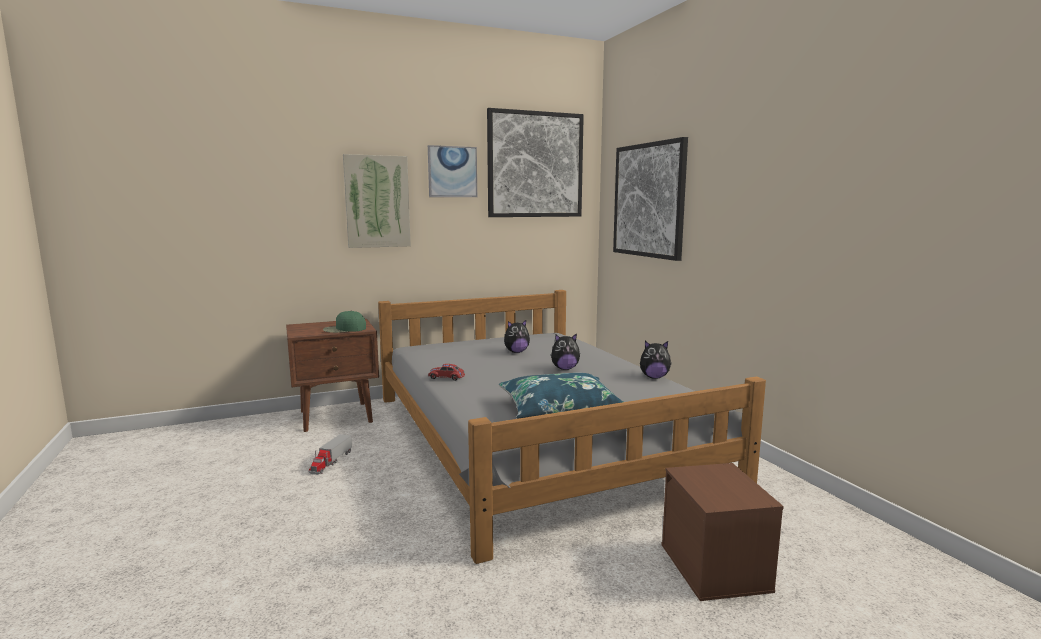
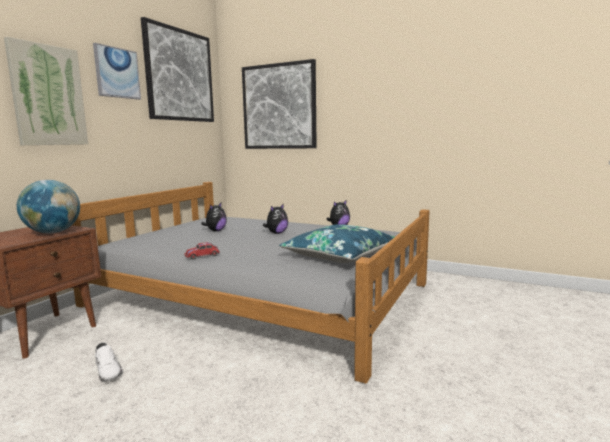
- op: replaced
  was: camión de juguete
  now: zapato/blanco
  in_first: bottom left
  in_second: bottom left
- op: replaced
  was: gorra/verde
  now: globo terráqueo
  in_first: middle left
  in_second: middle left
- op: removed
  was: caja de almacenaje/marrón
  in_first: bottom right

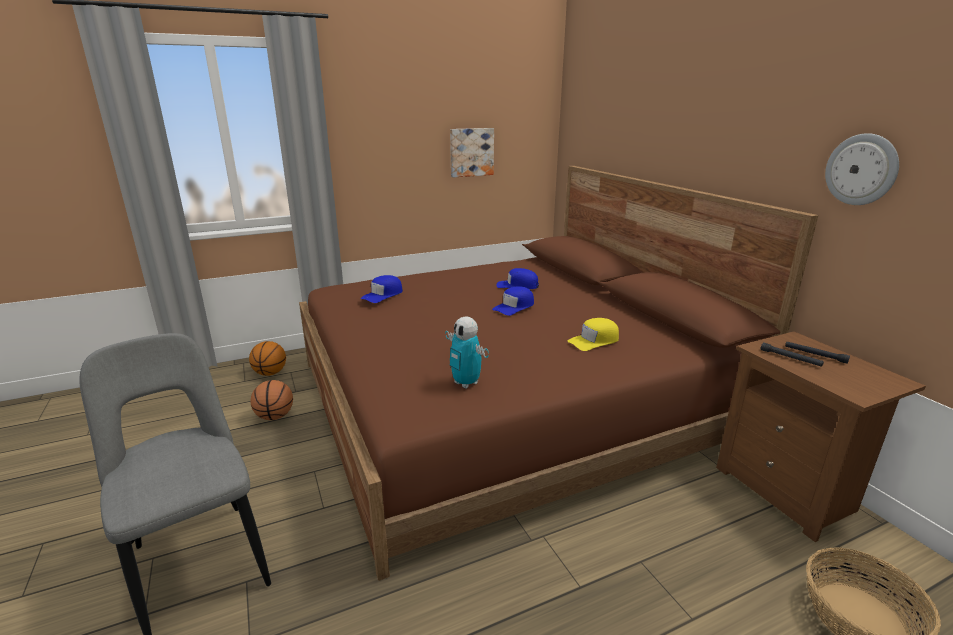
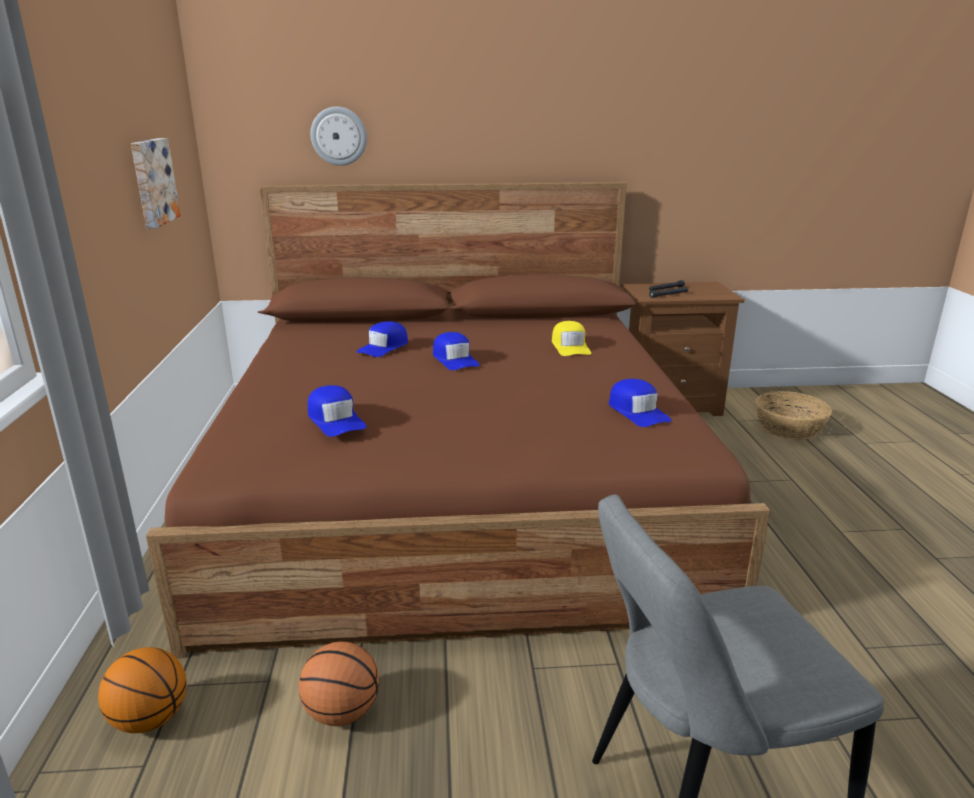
- op: replaced
  was: robot de juguete
  now: gorra/azul (4th from left)
  in_first: centre
  in_second: centre
- op: moved
  was: reloj de pared
  in_first: top right
  in_second: top centre

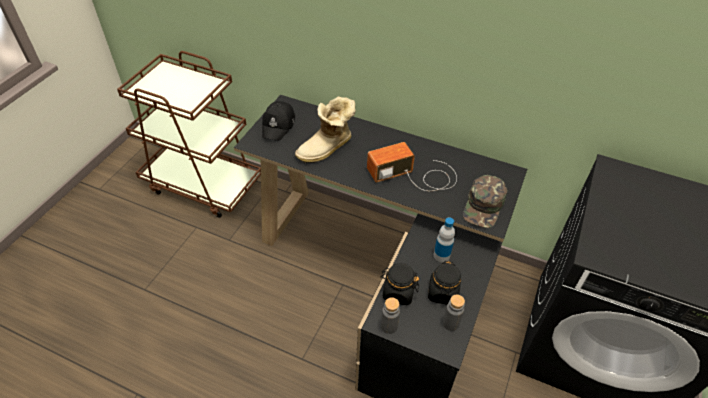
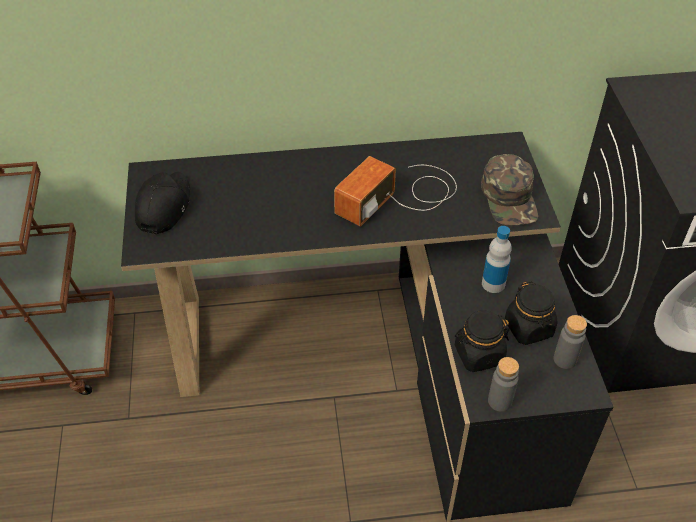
- op: turned
  was: gorra/negro
  in_first: top centre
  in_second: middle left
  clockwise: -150
- op: removed
  was: bota
  in_first: top centre

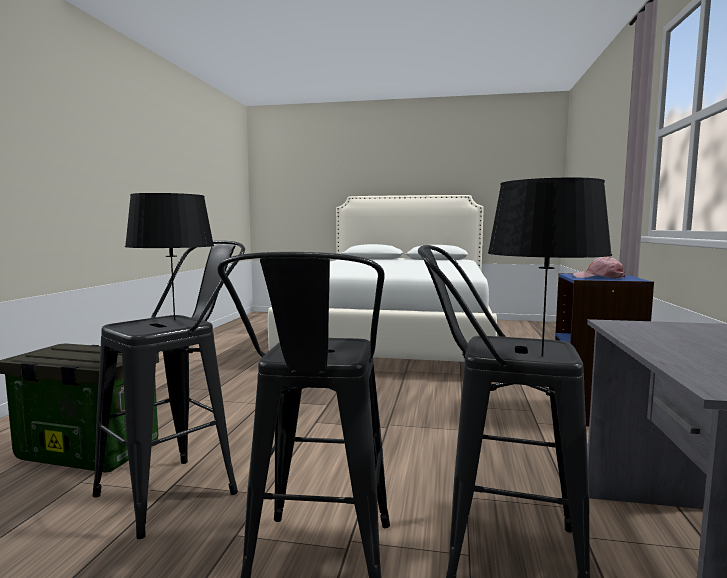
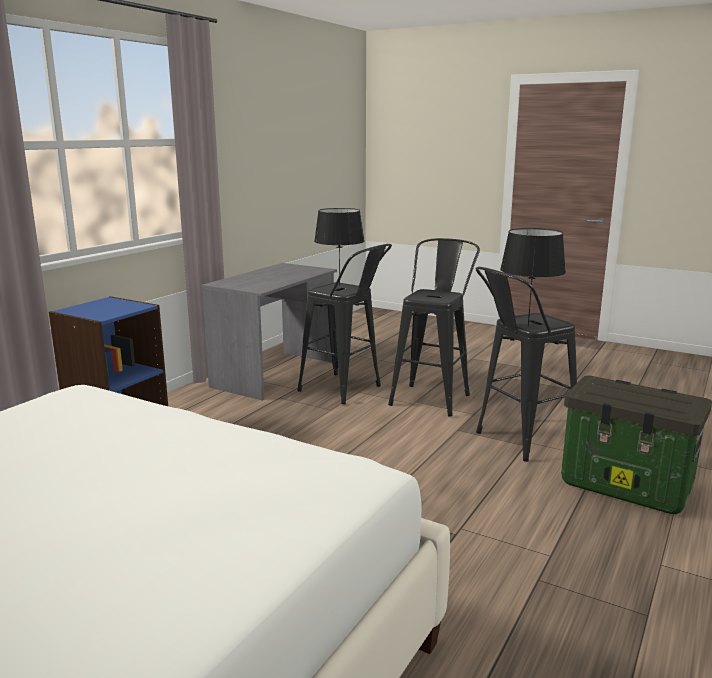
- op: removed
  was: gorra/rosa
  in_first: middle right

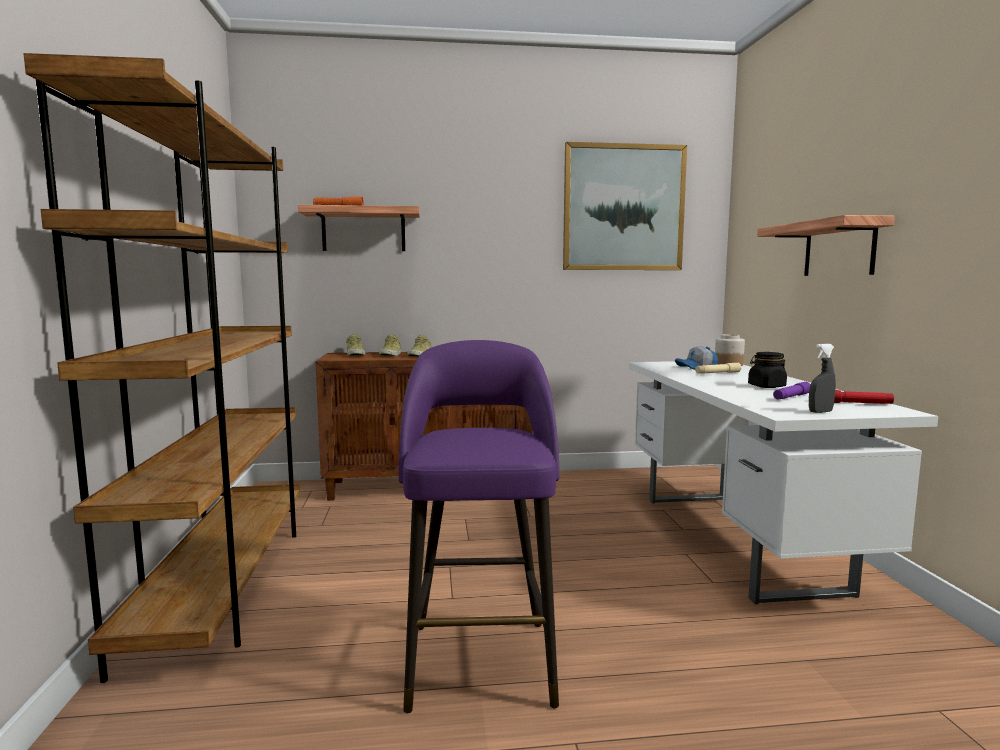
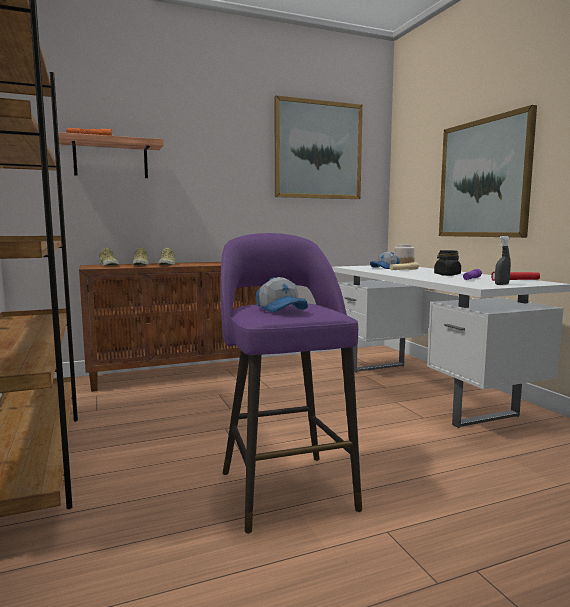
- op: replaced
  was: estante (2nd from left)
  now: cuadro (2nd from left)
  in_first: top right
  in_second: top right
- op: added
  now: gorra (1st from left)
  in_second: centre

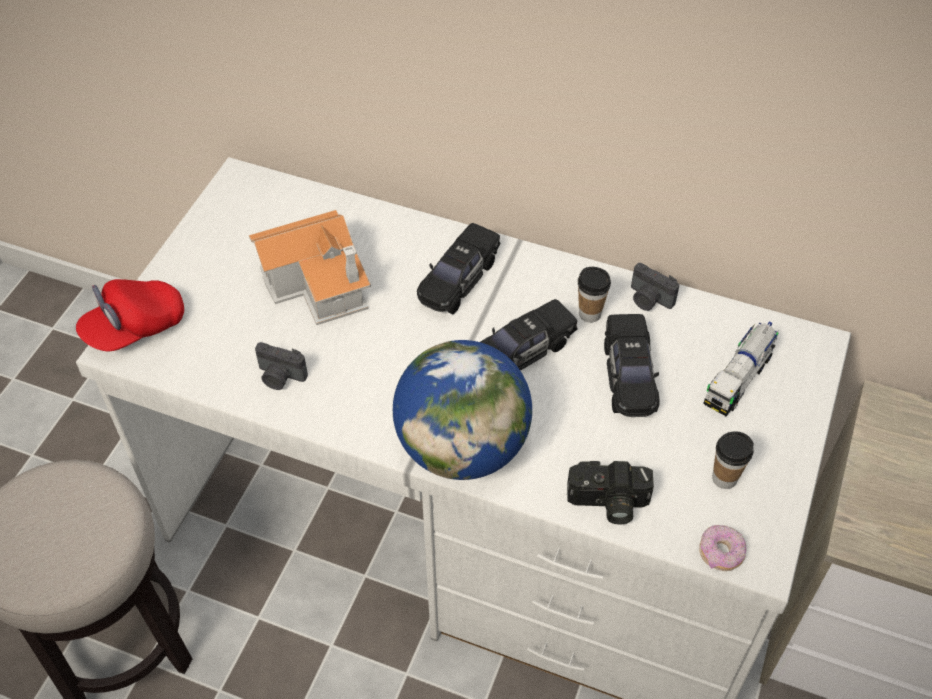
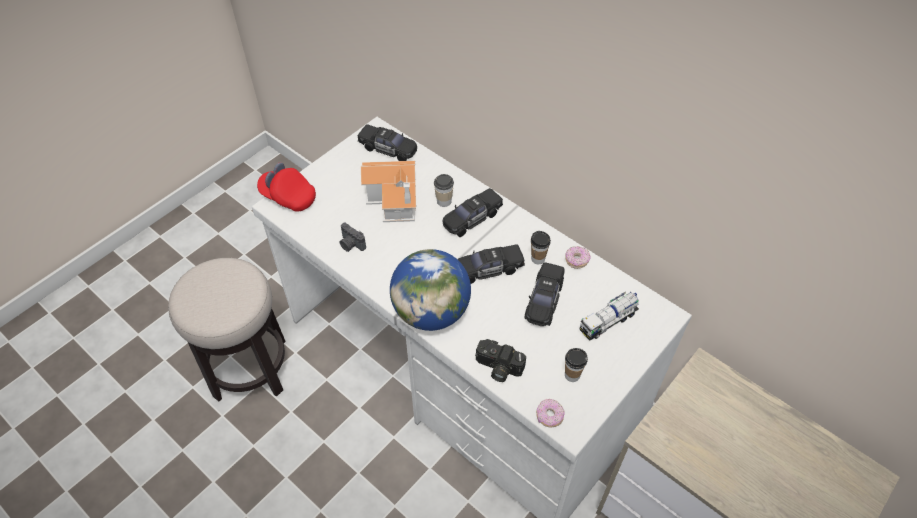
- op: turned
  was: gorra/rojo
  in_first: middle left
  in_second: middle left
  clockwise: 45
- op: replaced
  was: cámara (3rd from left)
  now: rosquilla (2nd from left)
  in_first: middle right
  in_second: centre
- op: added
  now: coche de juguete/negro (1st from left)
  in_second: top centre
- op: added
  now: taza (1st from left)
  in_second: centre

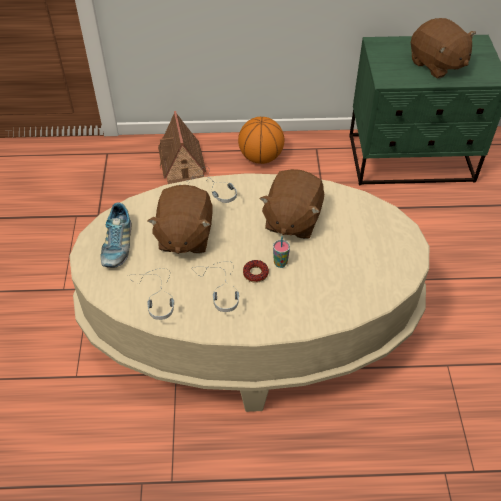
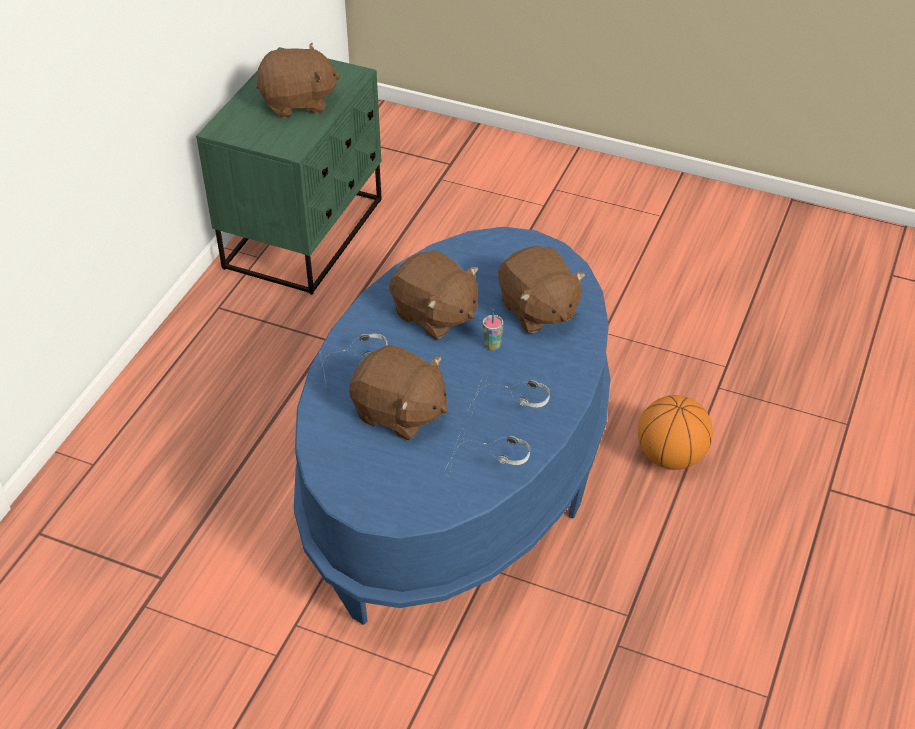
- op: recoloured
  was: mesa de centro/beis
  now: mesa de centro/azul
  in_first: centre
  in_second: centre
- op: removed
  was: zapato
  in_first: middle left
- op: removed
  was: casita
  in_first: top centre
- op: moved
  was: balón de baloncesto
  in_first: top centre
  in_second: middle right
- op: removed
  was: rosquilla
  in_first: centre
- op: added
  now: peluche/marrón (4th from left)
  in_second: centre

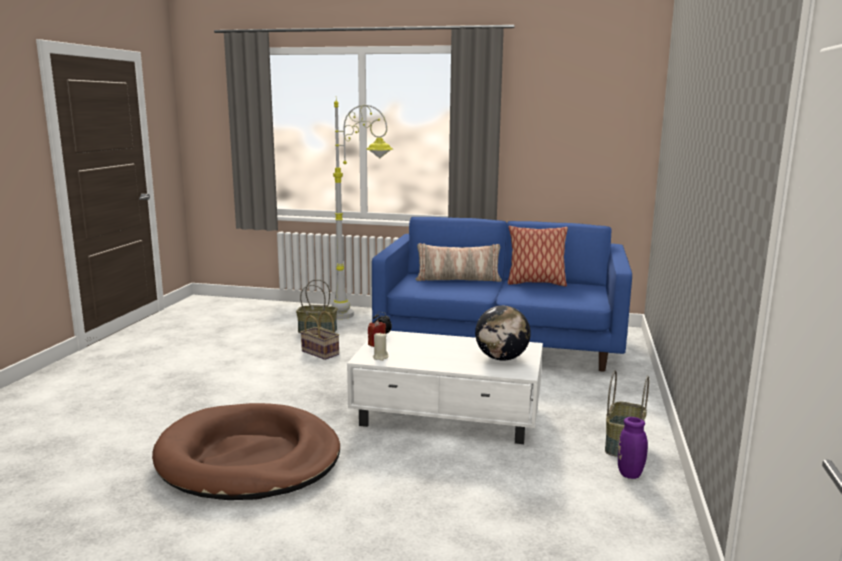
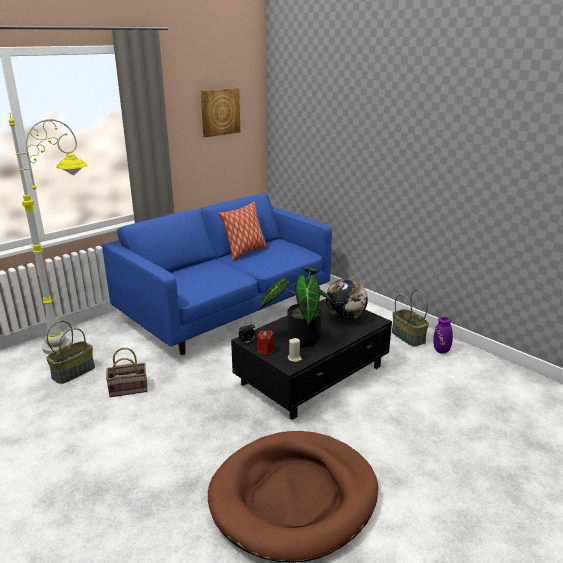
- op: recoloured
  was: mesa de centro/blanco
  now: mesa de centro/negro
  in_first: bottom centre
  in_second: centre
- op: removed
  was: cojín (1st from left)
  in_first: centre
- op: added
  now: cuadro
  in_second: top centre
- op: added
  now: planta en maceta
  in_second: centre

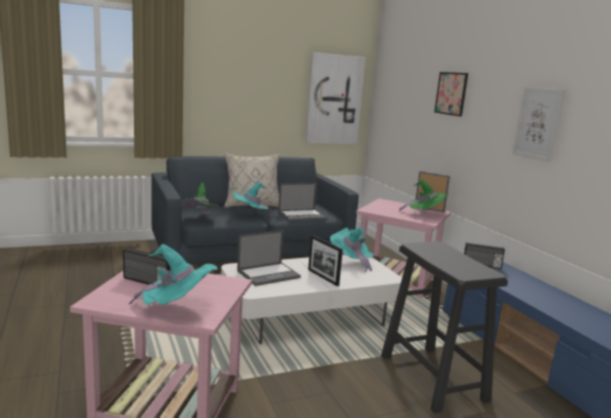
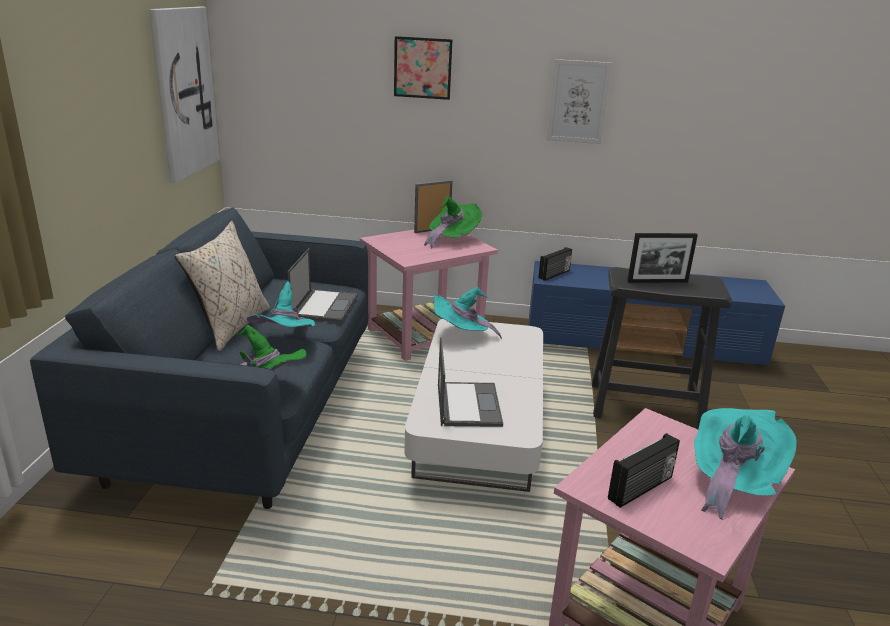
- op: moved
  was: portarretratos (1st from left in the first image)
  now: portarretratos (2nd from left)
  in_first: centre
  in_second: middle right

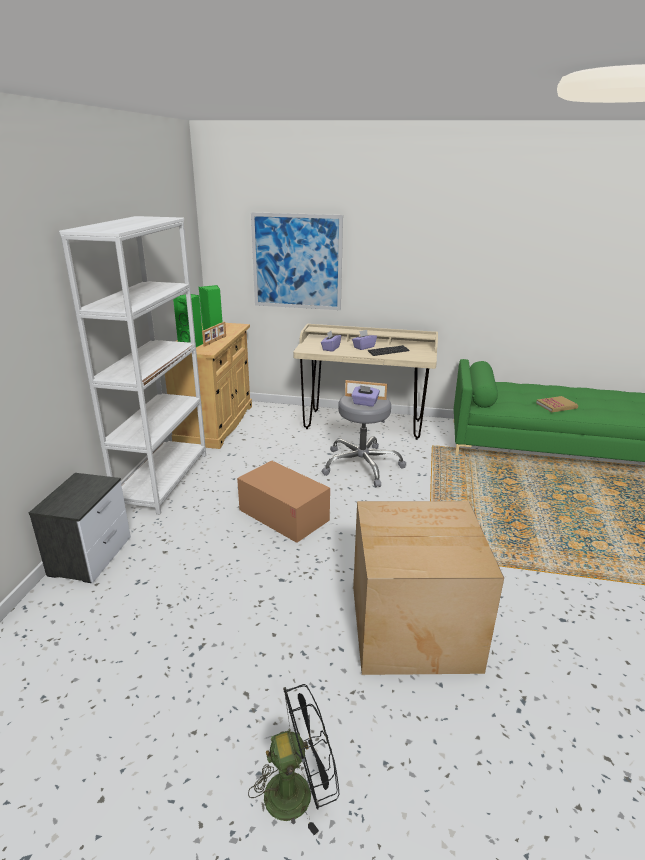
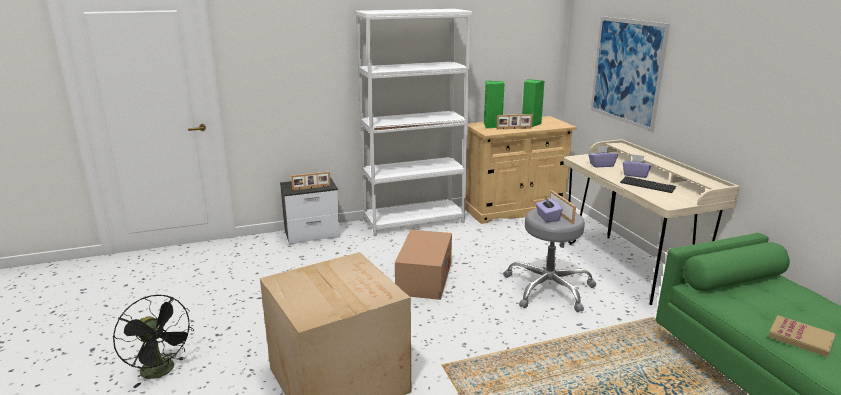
- op: added
  now: portarretratos (1st from left)
  in_second: centre

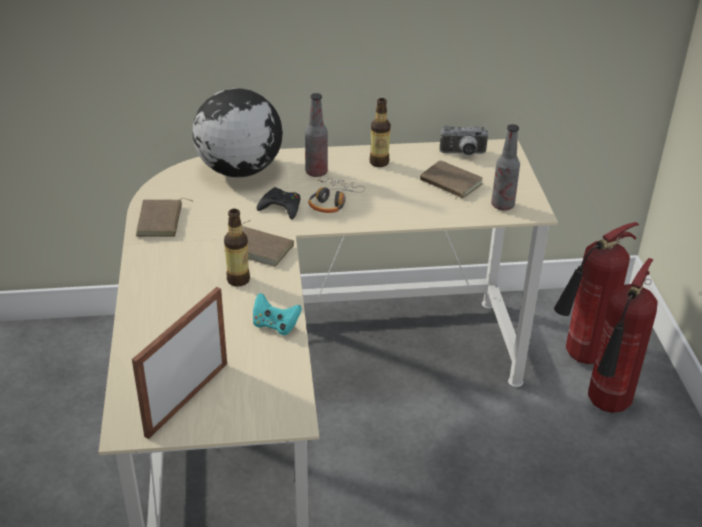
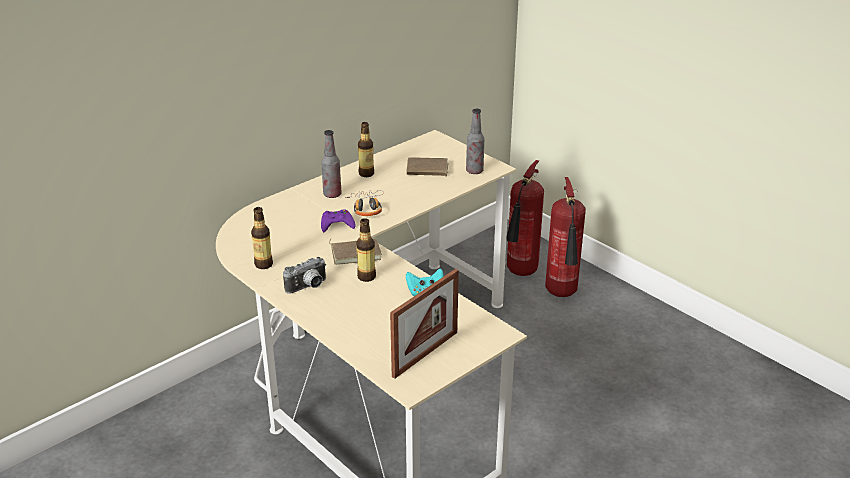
- op: turned
  was: portarretratos
  in_first: bottom left
  in_second: bottom centre
  clockwise: -135
- op: replaced
  was: libro/marrón (1st from left)
  now: botella (1st from left)
  in_first: middle left
  in_second: middle left
- op: removed
  was: globo terráqueo
  in_first: top centre
- op: recoloured
  was: mando de consola/negro
  now: mando de consola/morado
  in_first: centre
  in_second: centre
- op: moved
  was: cámara
  in_first: top centre
  in_second: centre

